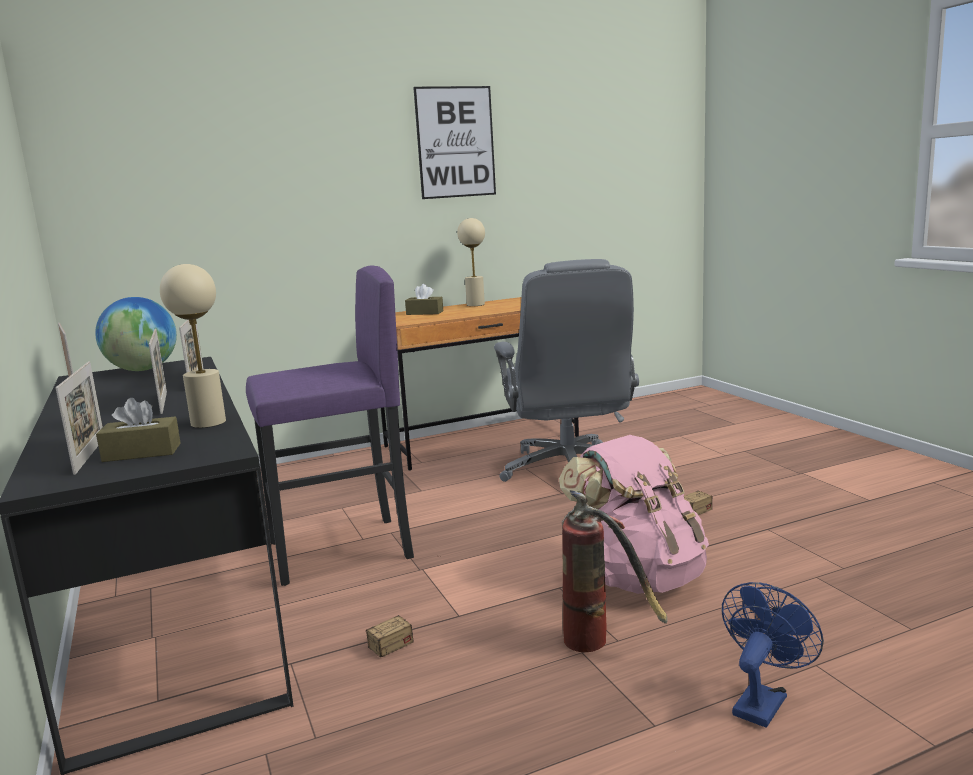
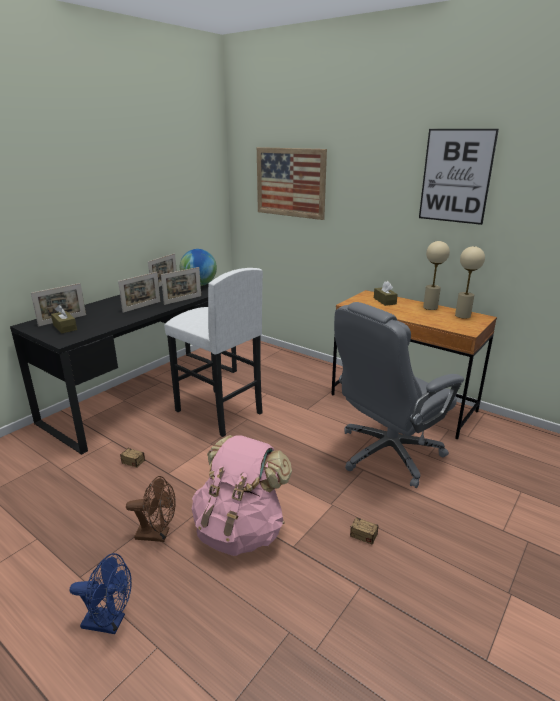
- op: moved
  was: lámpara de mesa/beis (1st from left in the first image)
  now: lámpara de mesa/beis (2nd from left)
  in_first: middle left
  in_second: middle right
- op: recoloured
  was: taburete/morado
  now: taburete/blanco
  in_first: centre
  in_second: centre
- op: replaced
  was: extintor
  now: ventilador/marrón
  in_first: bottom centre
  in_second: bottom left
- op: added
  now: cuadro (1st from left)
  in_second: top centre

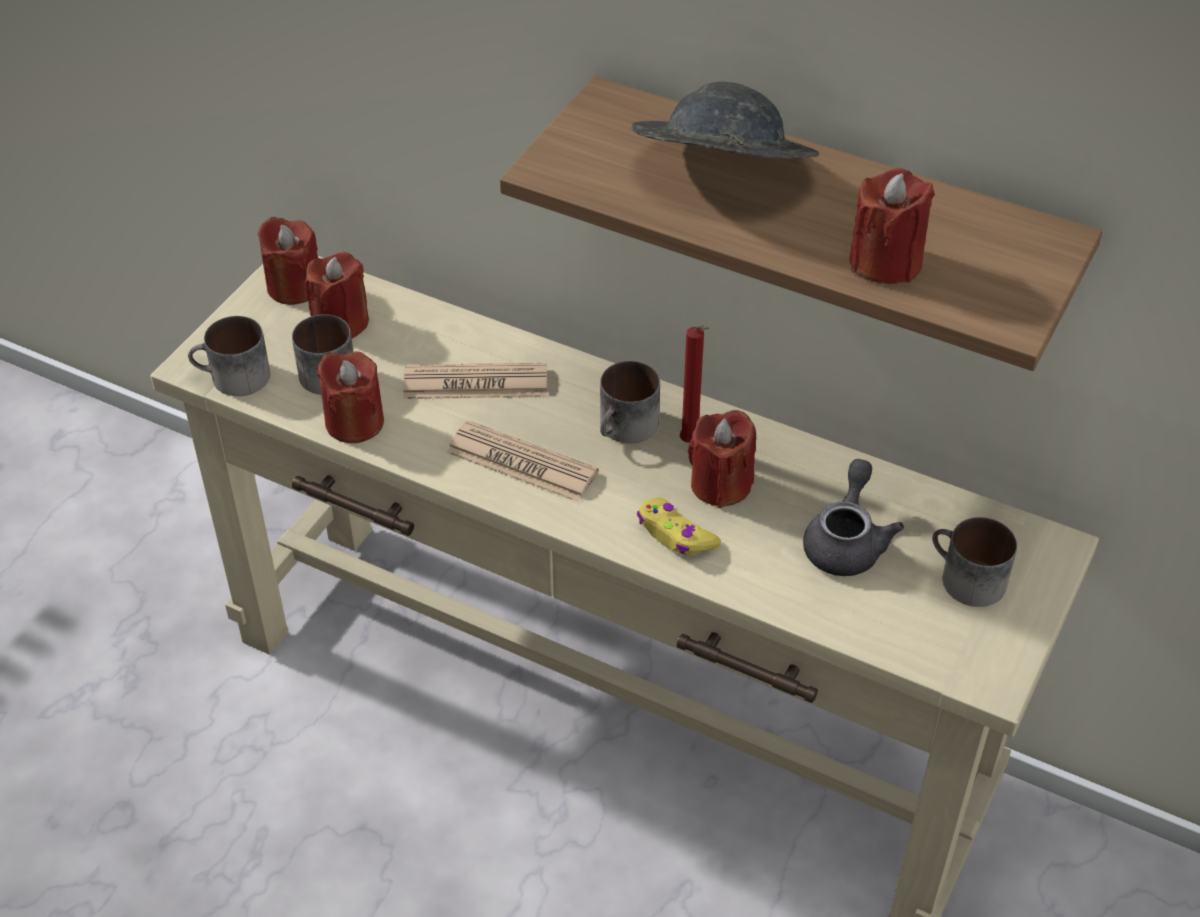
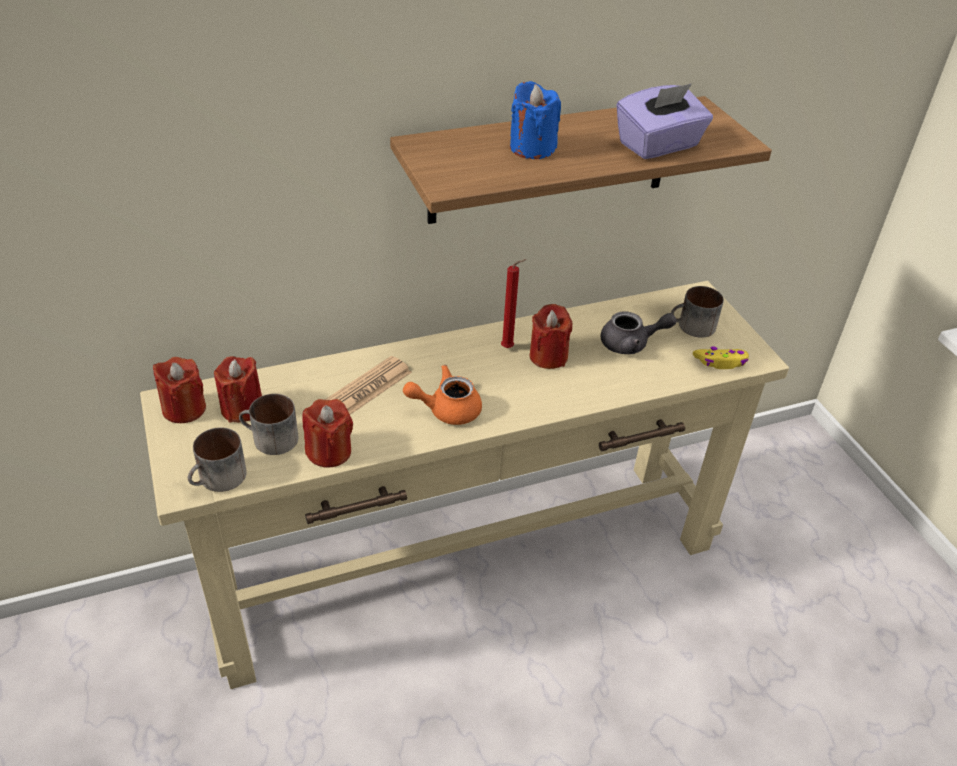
- op: replaced
  was: periódico (2nd from left)
  now: tetera/naranja
  in_first: centre
  in_second: centre
- op: removed
  was: taza grande (3rd from left)
  in_first: centre
- op: replaced
  was: sombrero/gris
  now: vela/azul
  in_first: top centre
  in_second: top centre
- op: moved
  was: mando de consola/amarillo
  in_first: centre
  in_second: middle right
- op: turned
  was: tetera/gris
  in_first: middle right
  in_second: middle right
  clockwise: 120
- op: replaced
  was: vela/rojo (6th from left)
  now: caja de pañuelos/morado
  in_first: top right
  in_second: top right

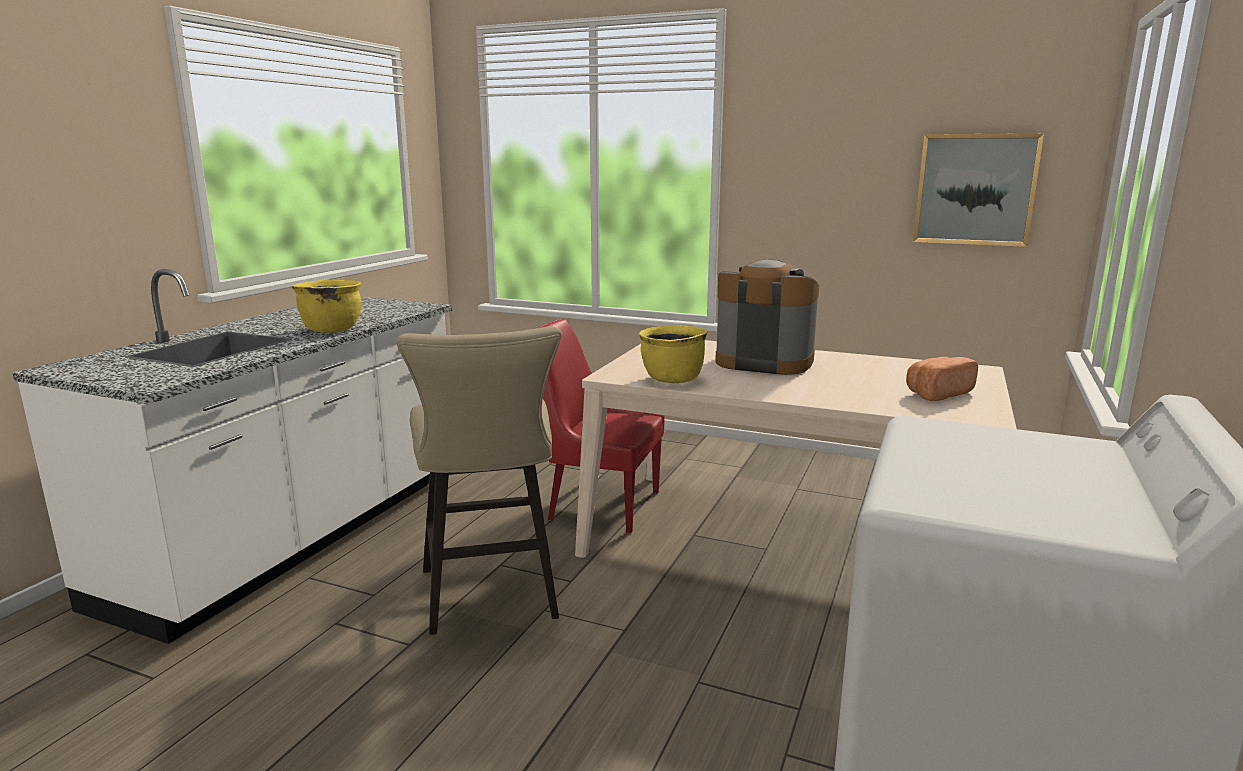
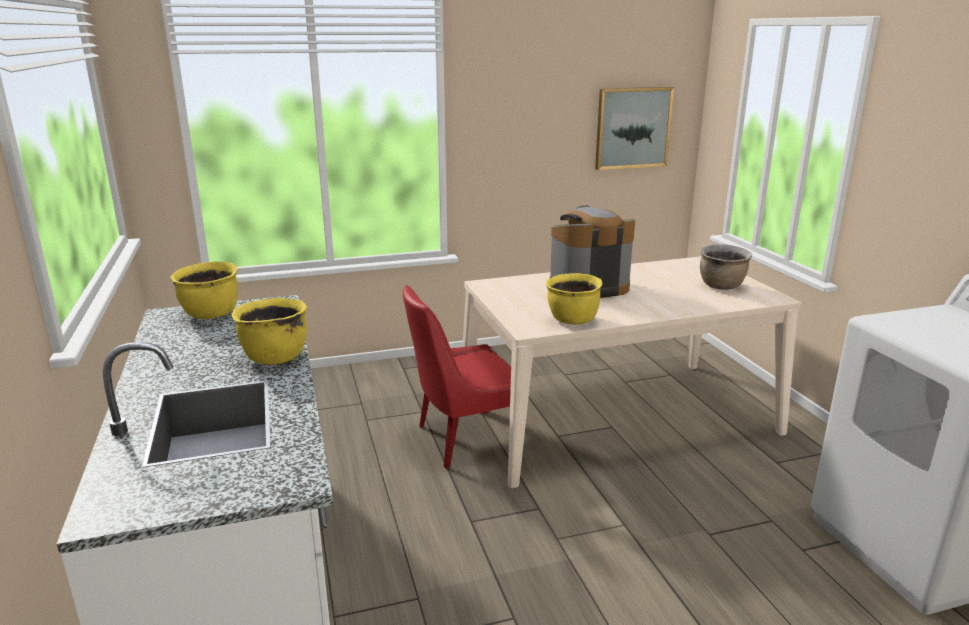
- op: removed
  was: taburete/beis
  in_first: centre
- op: replaced
  was: pan
  now: olla/marrón
  in_first: middle right
  in_second: middle right
- op: added
  now: olla/amarillo (1st from left)
  in_second: middle left

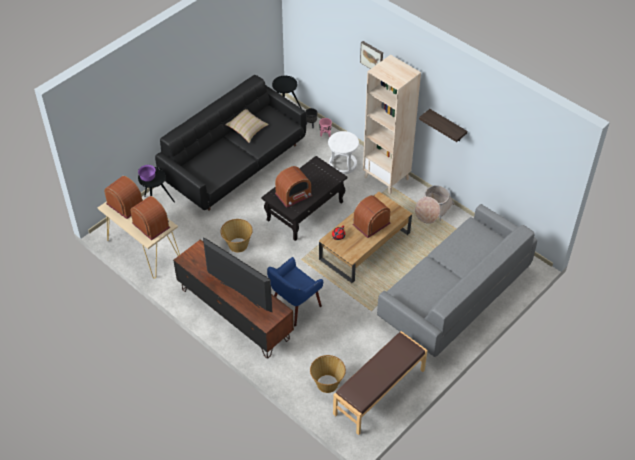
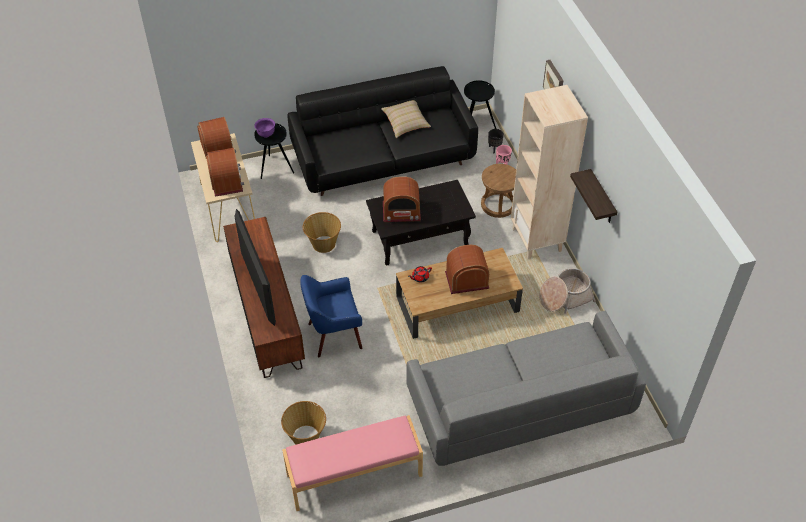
- op: recoloured
  was: taburete/blanco
  now: taburete/marrón
  in_first: top centre
  in_second: centre
- op: recoloured
  was: banco/marrón
  now: banco/rosa
  in_first: bottom centre
  in_second: bottom centre

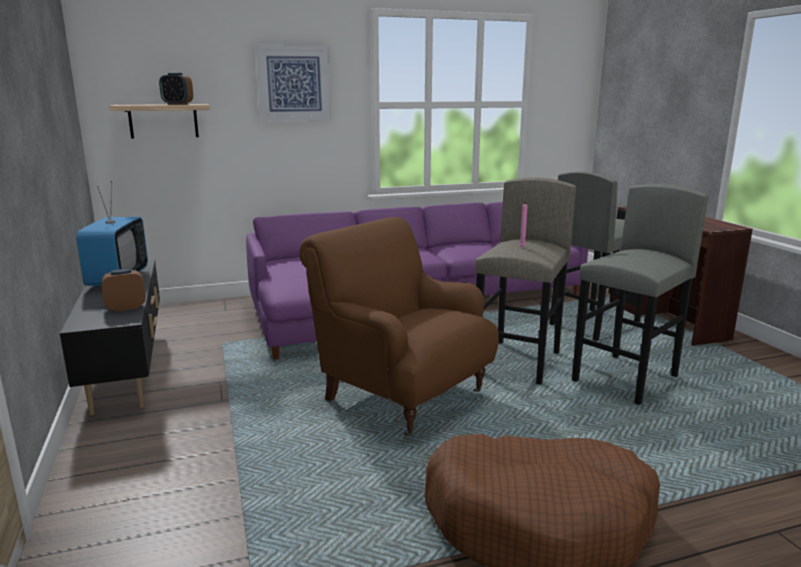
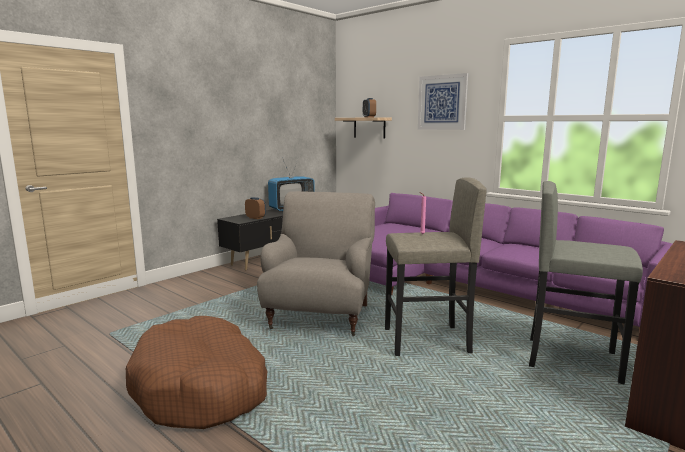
- op: recoloured
  was: sillón/marrón
  now: sillón/gris
  in_first: centre
  in_second: centre
- op: removed
  was: taburete/gris (3rd from left)
  in_first: middle right

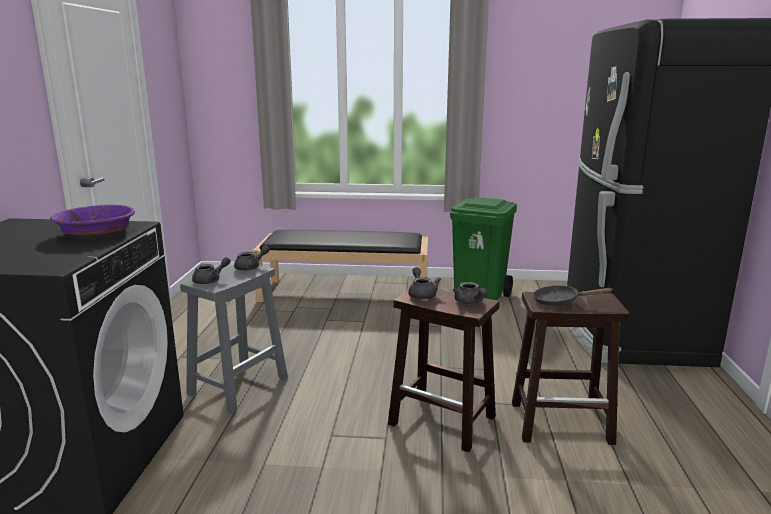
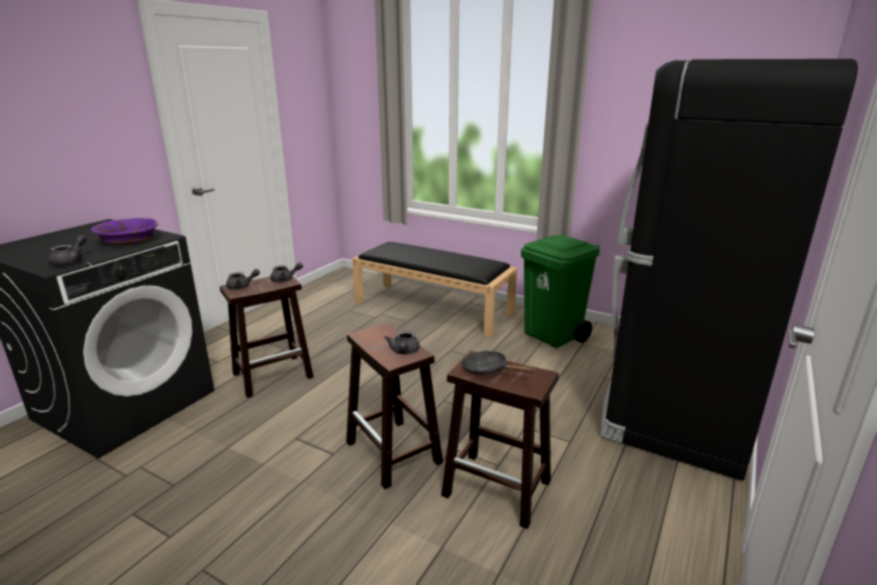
- op: recoloured
  was: taburete/gris
  now: taburete/marrón (1st from left)
  in_first: middle left
  in_second: middle left
- op: moved
  was: tetera/gris (3rd from left in the first image)
  now: tetera/gris (1st from left)
  in_first: centre
  in_second: middle left

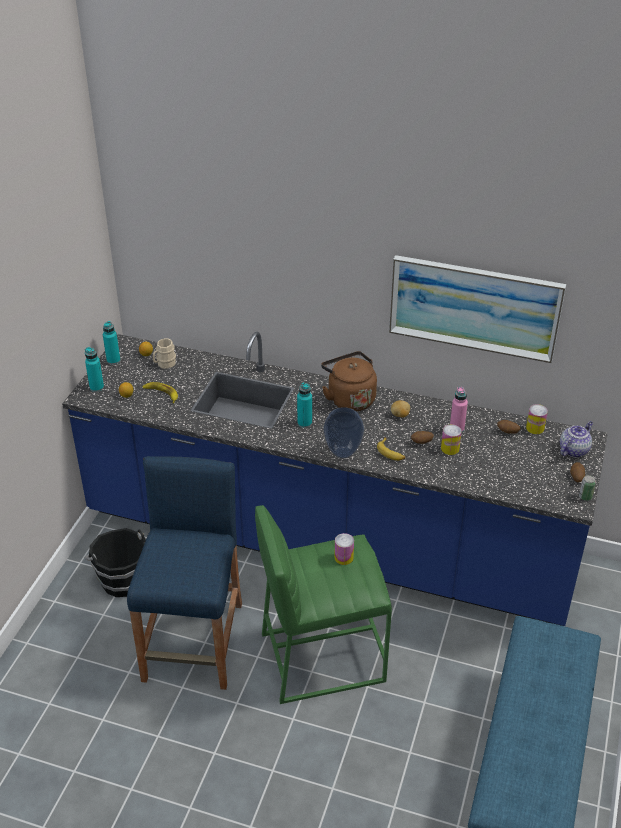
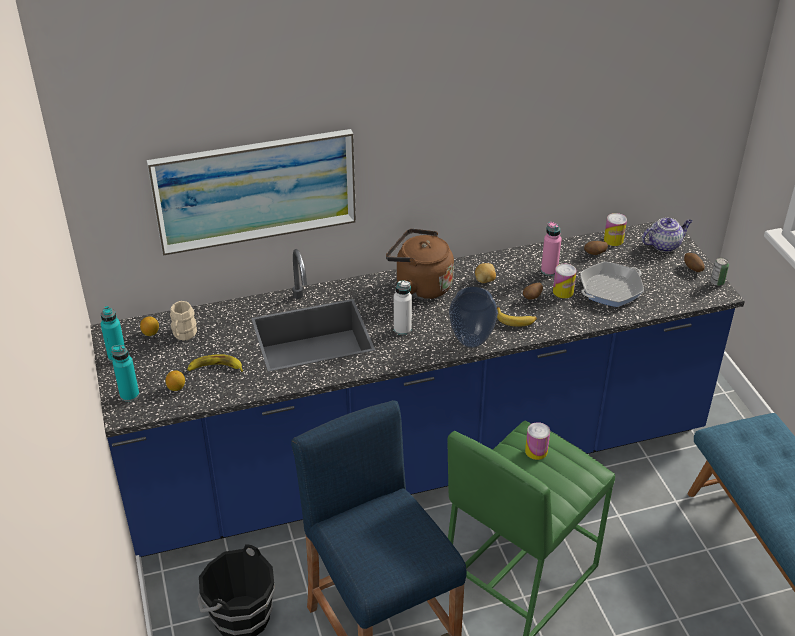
- op: recoloured
  was: botella/turquesa (3rd from left)
  now: botella/blanco
  in_first: centre
  in_second: centre
- op: moved
  was: cuadro
  in_first: middle right
  in_second: top left
- op: turned
  was: tetera
  in_first: middle right
  in_second: middle right
  clockwise: 60
- op: added
  now: sartén
  in_second: middle right

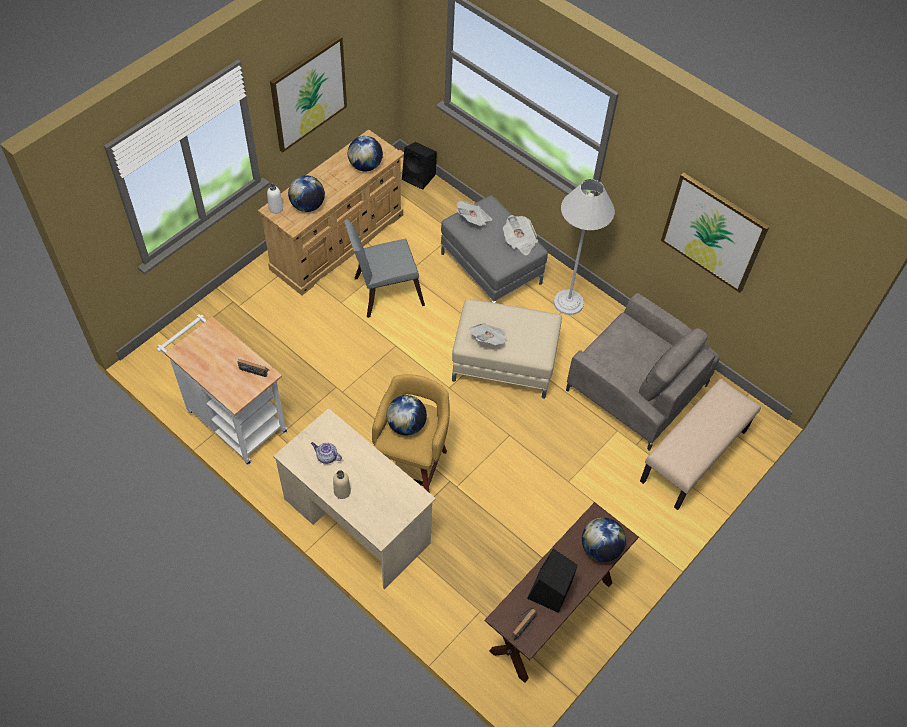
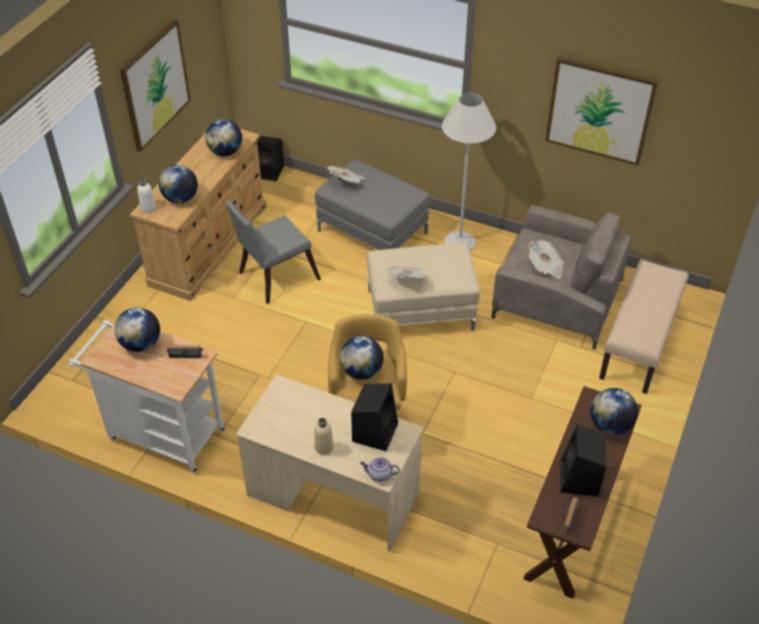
- op: moved
  was: tetera
  in_first: centre
  in_second: bottom centre
- op: moved
  was: periódico (3rd from left)
  in_first: top centre
  in_second: middle right
- op: added
  now: globo terráqueo (1st from left)
  in_second: middle left
- op: added
  now: altavoz/negro (2nd from left)
  in_second: bottom centre

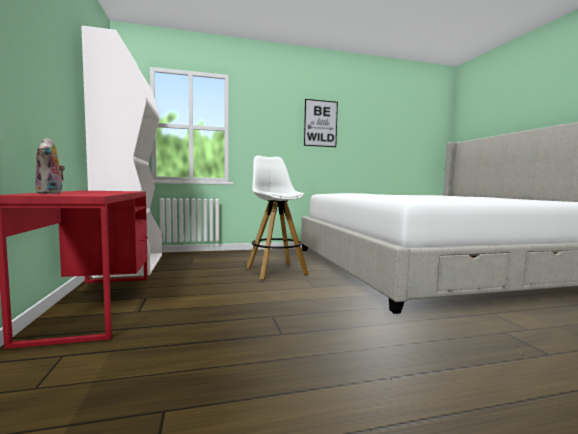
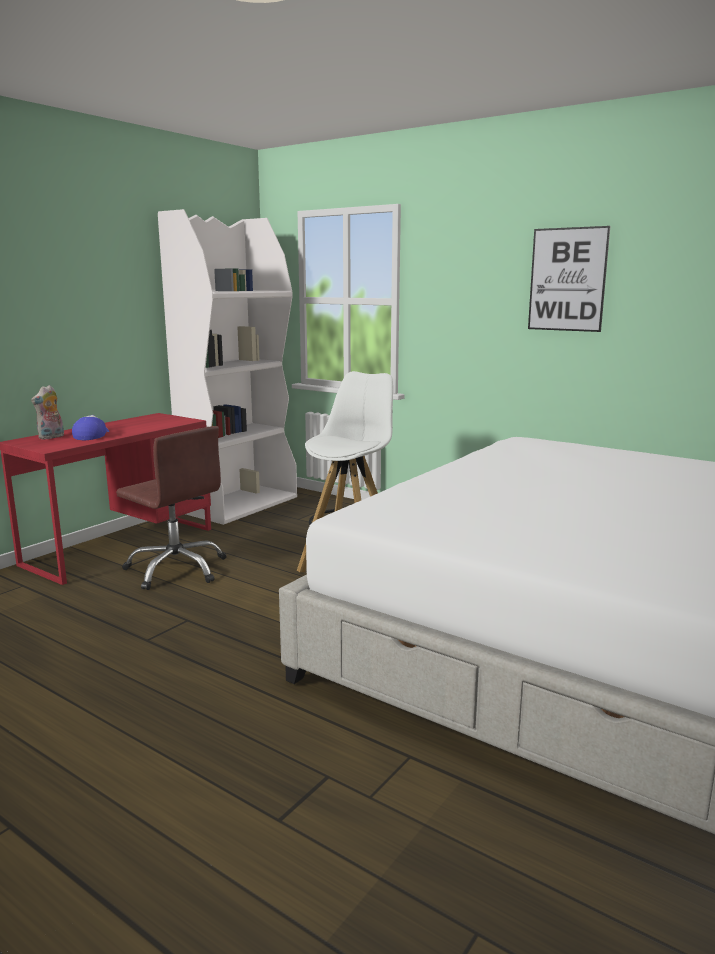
- op: added
  now: gorra
  in_second: middle left
- op: added
  now: silla de oficina/marrón
  in_second: middle left

